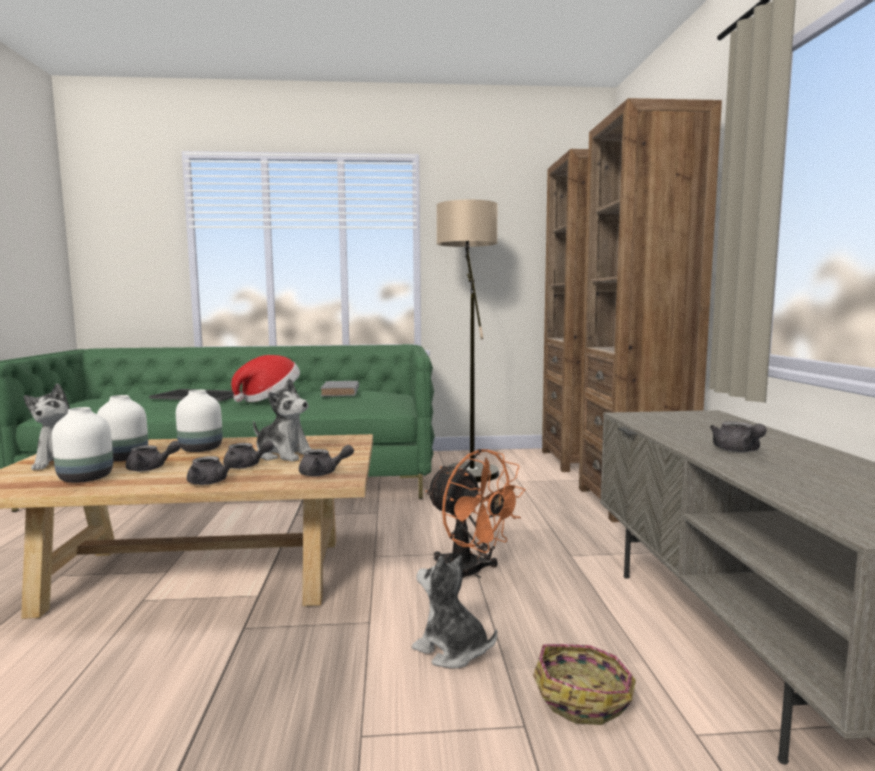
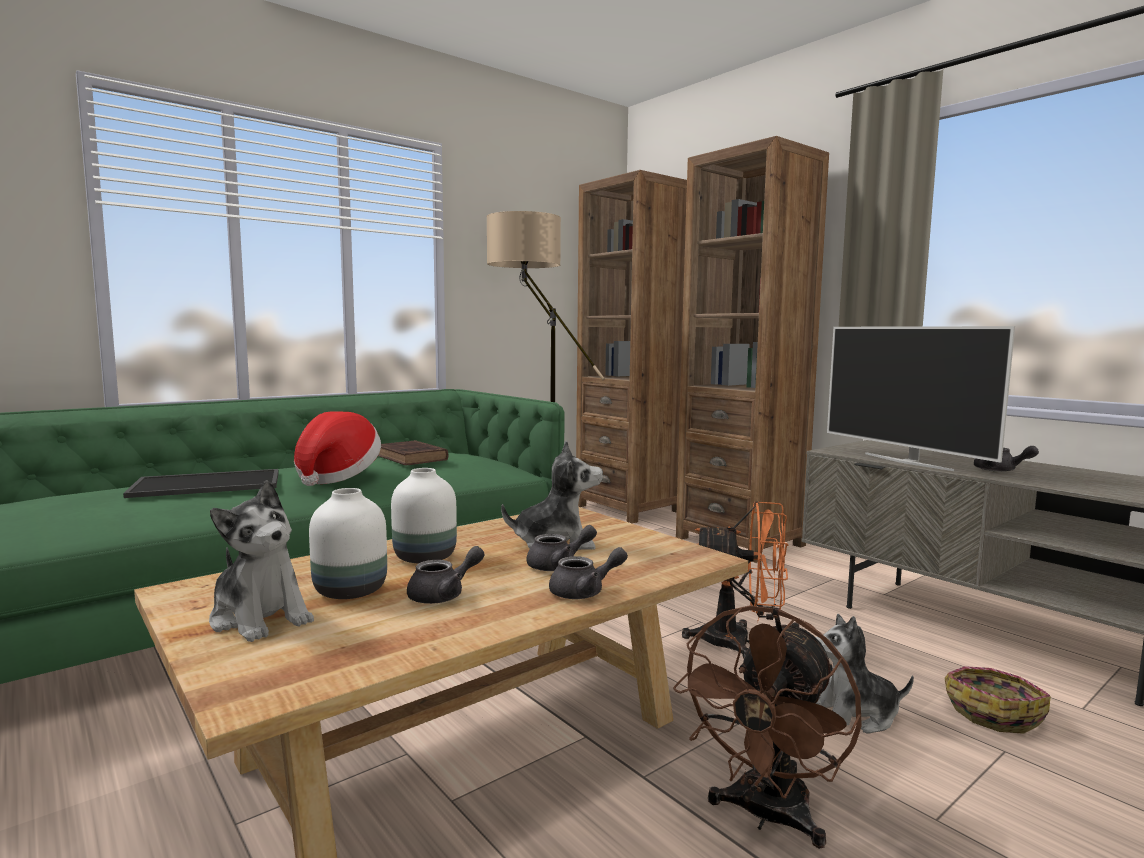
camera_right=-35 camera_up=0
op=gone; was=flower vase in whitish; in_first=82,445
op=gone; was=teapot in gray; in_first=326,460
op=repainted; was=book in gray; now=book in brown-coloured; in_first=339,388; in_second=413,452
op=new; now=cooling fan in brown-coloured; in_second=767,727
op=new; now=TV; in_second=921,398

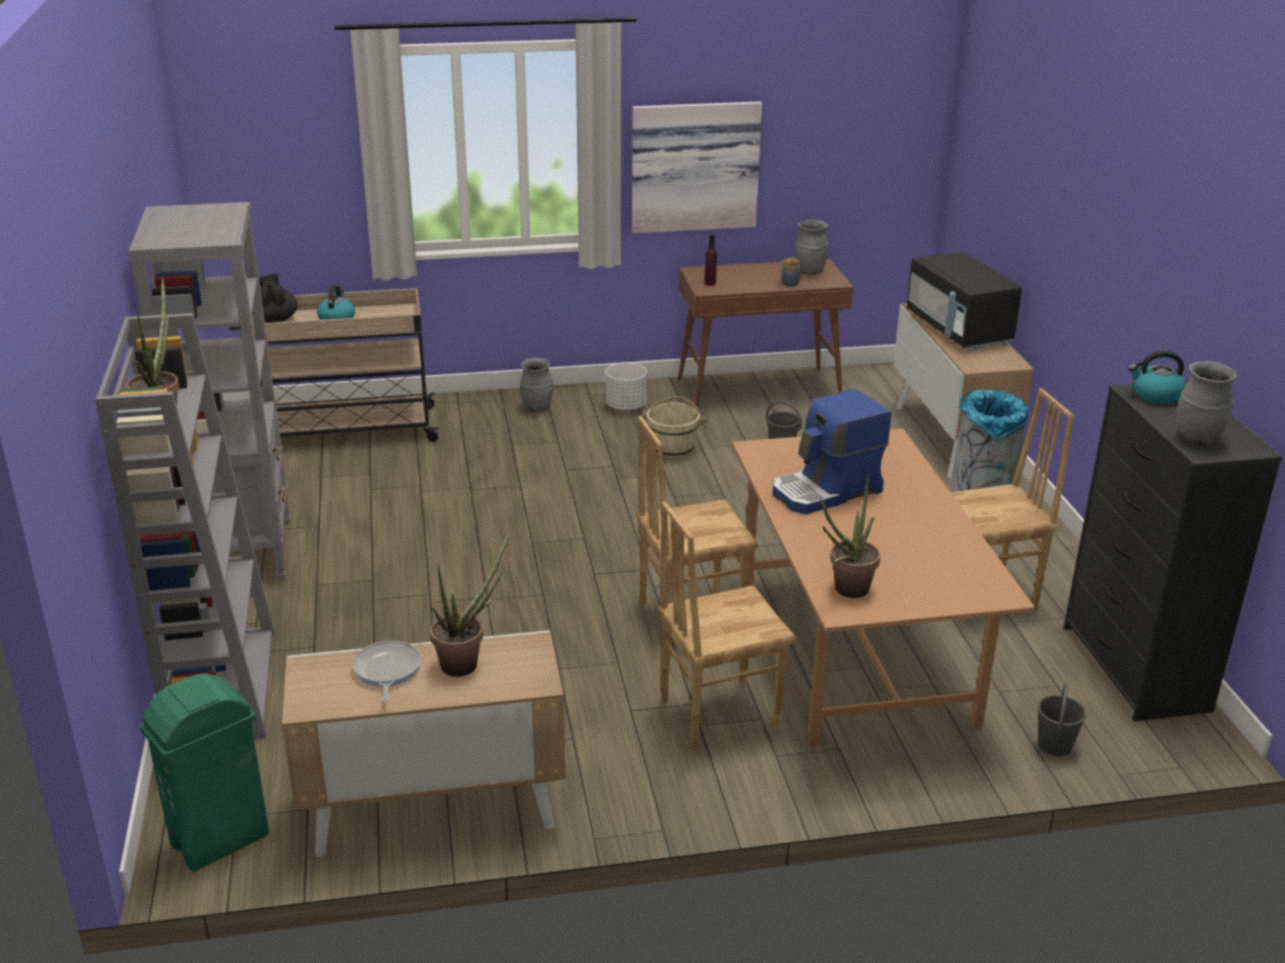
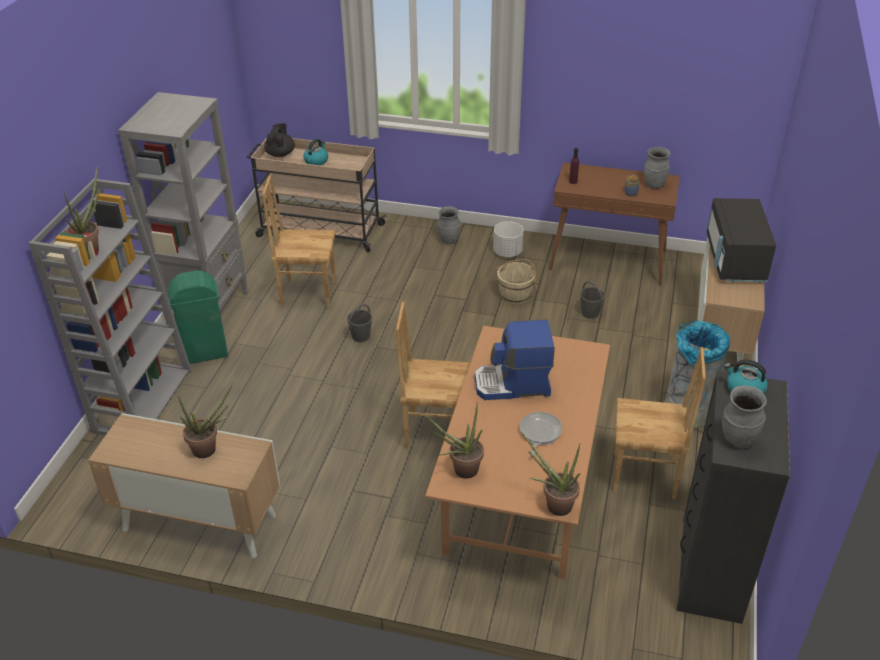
camera_right=25 camera_up=10
op=shifted; was=waste bin in green-coloured; in_first=204,772; in_second=198,317
op=shifted; was=frying pan; in_first=386,671; in_second=541,434
op=gone; was=wall picture; in_first=697,167
op=shifted; was=upright chair in brown-coloured; in_first=727,626; in_second=299,241
op=shifted; was=pail in gray; in_first=1062,719; in_second=359,323
op=new; now=houseplant; in_second=550,474

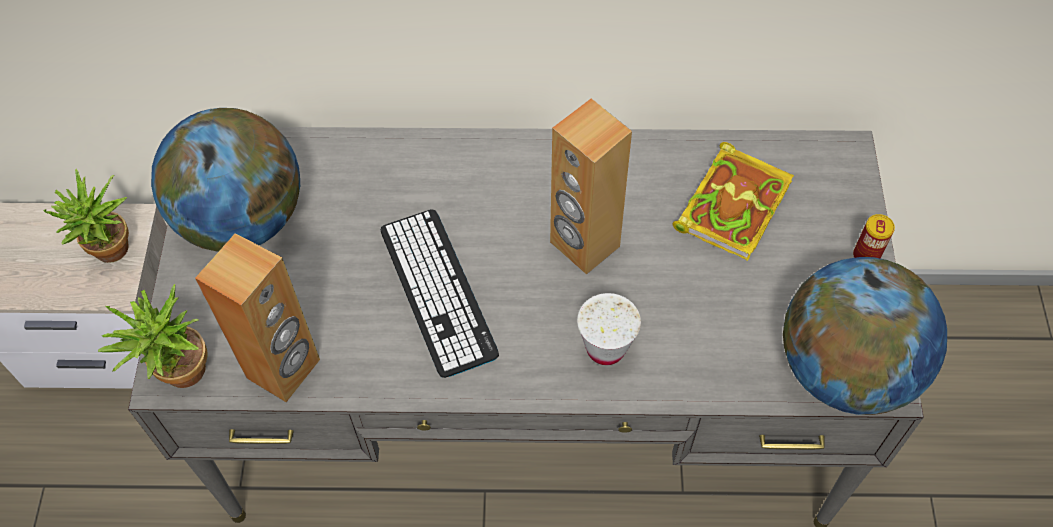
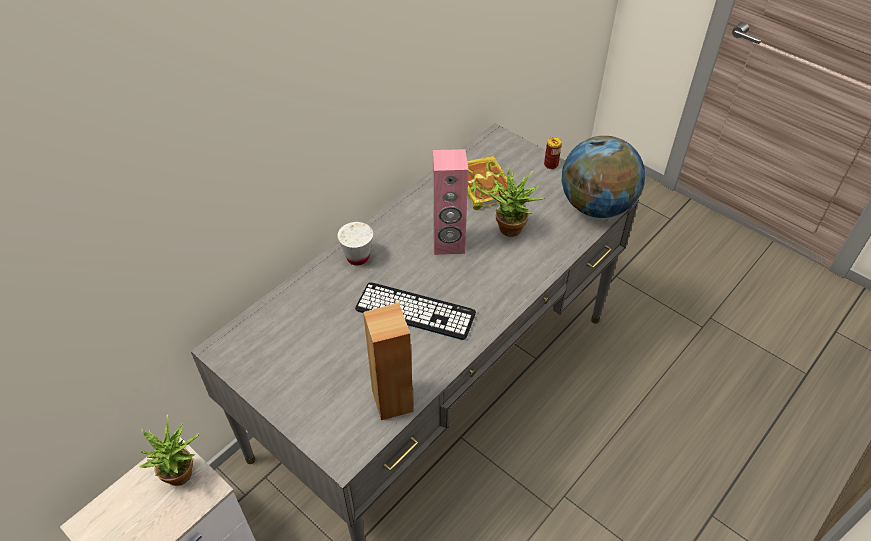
camera_right=-50 camera_up=-10
op=shifted; was=houseplant; in_first=152,336; in_second=517,202
op=gone; was=desk globe; in_first=225,180
op=repainted; was=audio speaker in brown-coloured; now=audio speaker in pinkish; in_first=591,186; in_second=451,202
op=shifted; was=small cup in whitish; in_first=609,329; in_second=355,243

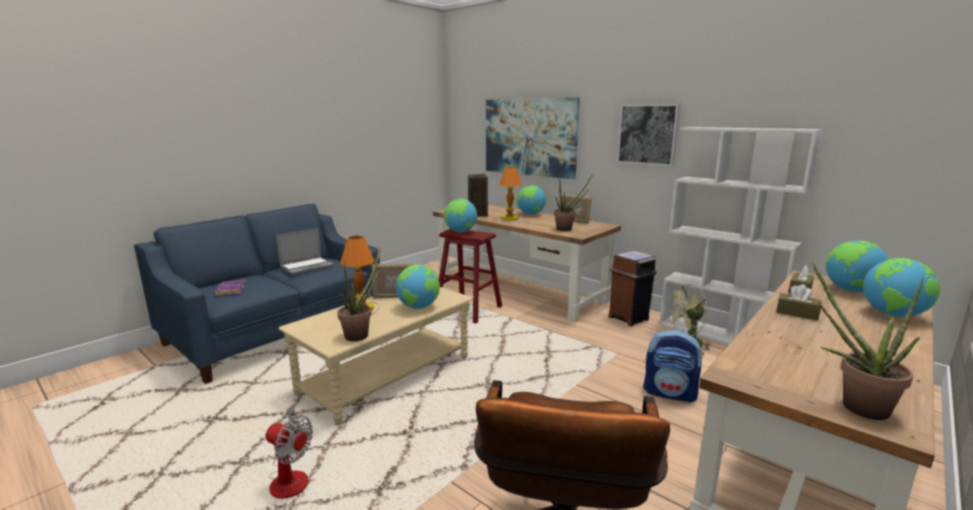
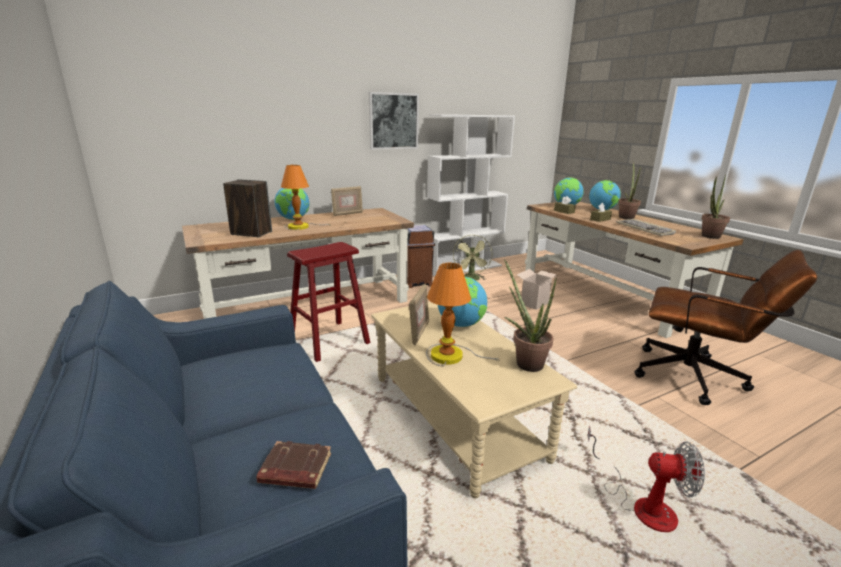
camera_right=-70 camera_up=5
op=repainted; was=book in purplish; now=book in brown-coloured; in_first=230,287; in_second=293,465
op=rotated; was=cooling fan; in_first=289,452; in_second=646,478; clockwise=60
op=gone; was=portable computer; in_first=305,251
op=gone; was=desk globe; in_first=460,215
op=gone; was=wall picture; in_first=533,138
op=shifted; was=houseplant; in_first=573,202; in_second=629,190
op=swapped; was=rucksack; now=packing box; in_first=673,366; in_second=538,289
op=new; now=computer keyboard; in_second=646,227

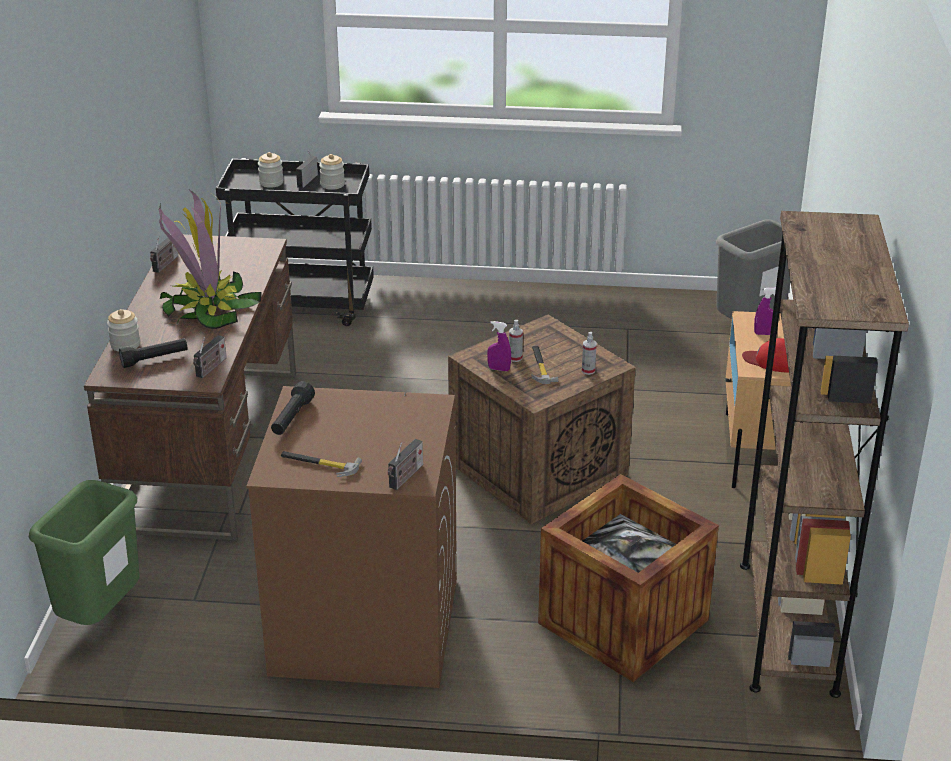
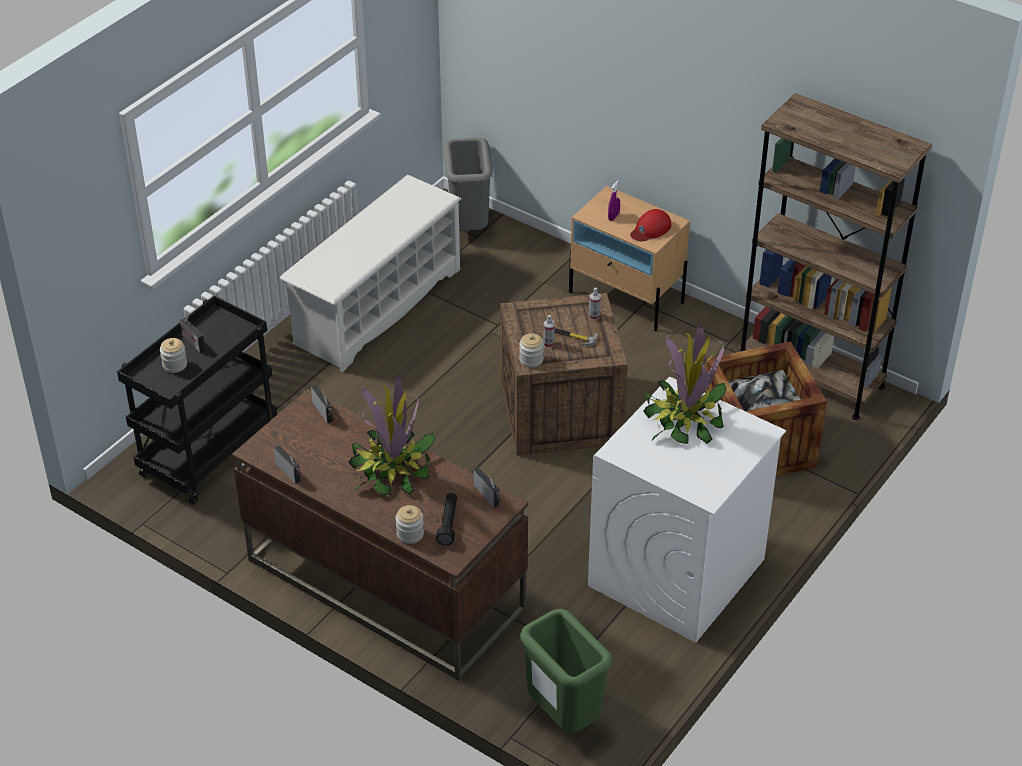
camera_right=-60 camera_up=10
op=repainted; was=laundry appliance in brown-coloured; now=laundry appliance in whitish; in_first=351,537; in_second=687,510
op=gone; was=torch in black; in_first=293,408
op=gone; was=tool hammer; in_first=321,464
op=shifted; was=storage jar; in_first=332,172; in_second=531,350
op=shifted; was=radio set; in_first=405,464; in_second=322,404
op=gone; was=hand sprayer in purplish; in_first=499,346
op=new; now=shoe rack in whitish; in_second=371,273
op=new; now=houseplant; in_second=685,383

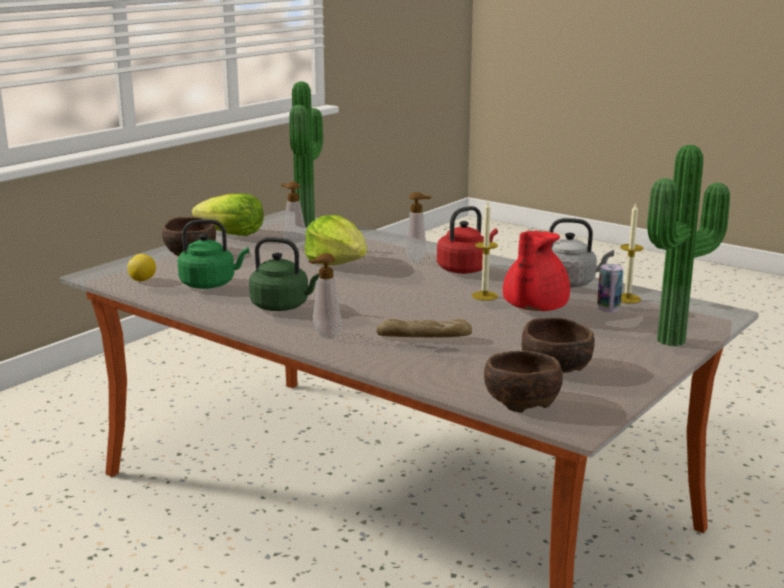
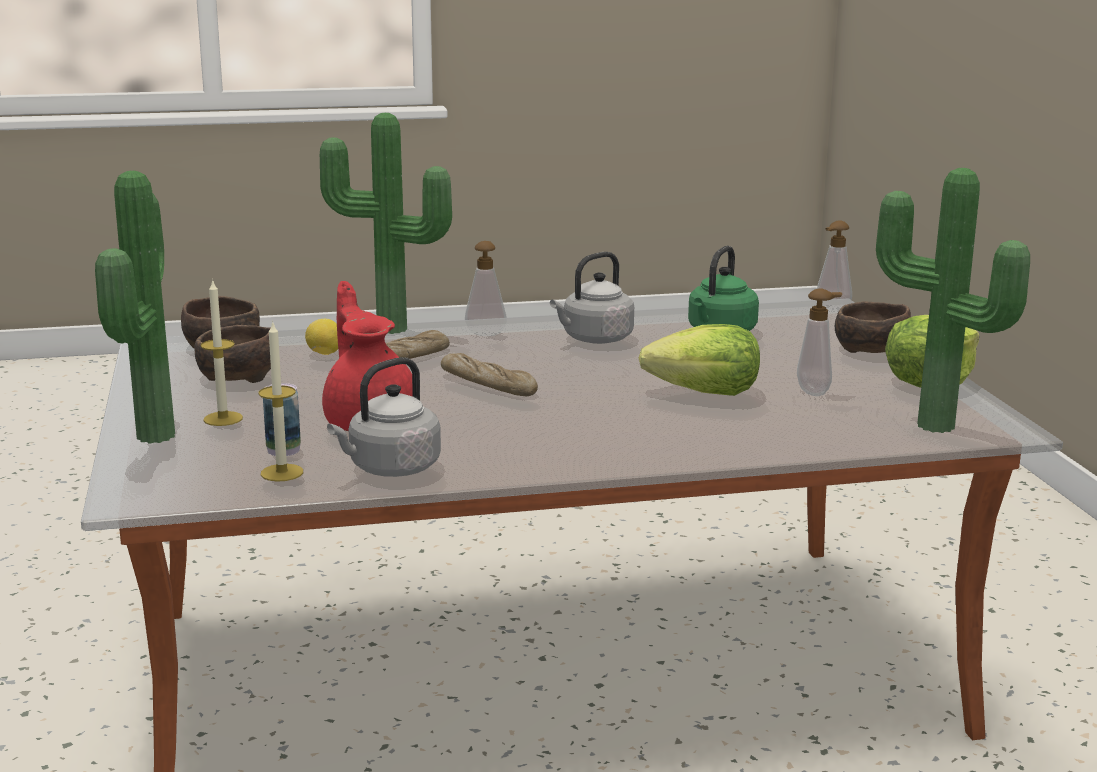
camera_right=130 camera_up=0
op=shifted; was=whole lemon; in_first=141,267; in_second=321,337
op=repainted; was=kettle in green-coloured; now=kettle in gray; in_first=284,274; in_second=592,298
op=shifted; was=soap dispenser; in_first=419,227; in_second=834,265
op=gone; was=kettle in reddish; in_first=467,240
op=shifted; was=candle; in_first=485,251; in_second=221,352
op=new; now=houseplant; in_second=386,223
op=new; now=baked bread; in_second=489,374

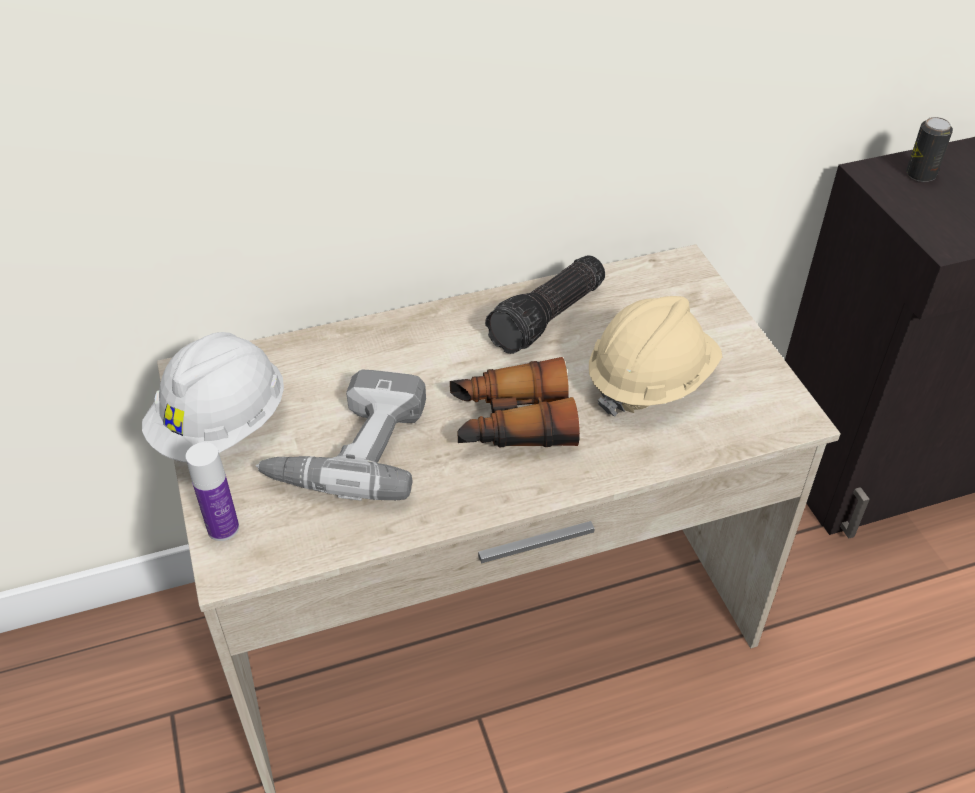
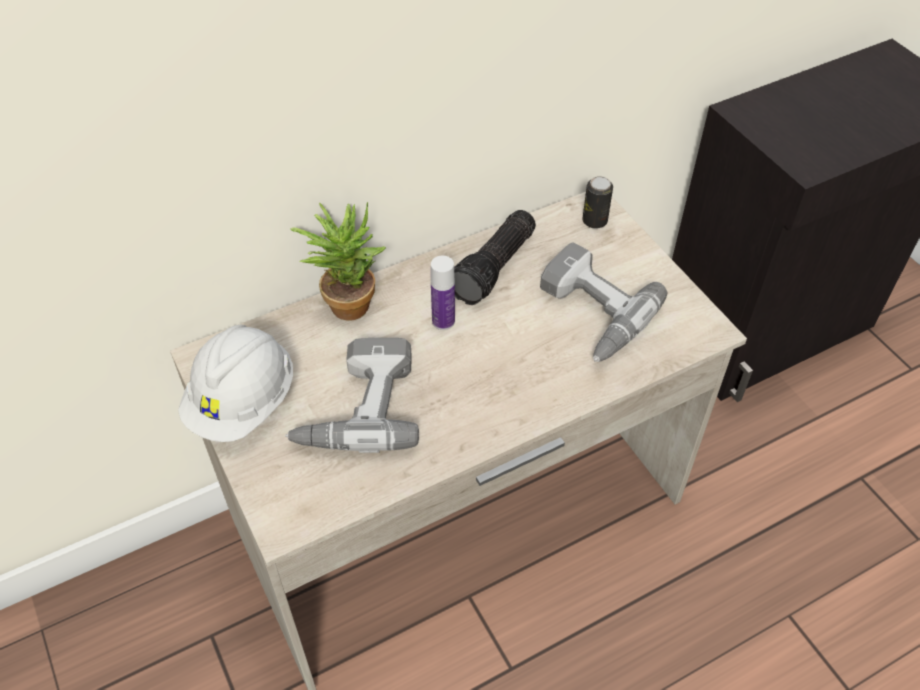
camera_right=-10 camera_up=5
op=shifted; was=bottle; in_first=212,491; in_second=443,293
op=gone; was=pair of binoculars; in_first=515,402
op=swapped; was=work helmet in beige; now=drill; in_first=656,356; in_second=603,302
op=shifted; was=sealed can; in_first=929,149; in_second=597,202
op=new; now=houseplant; in_second=338,261

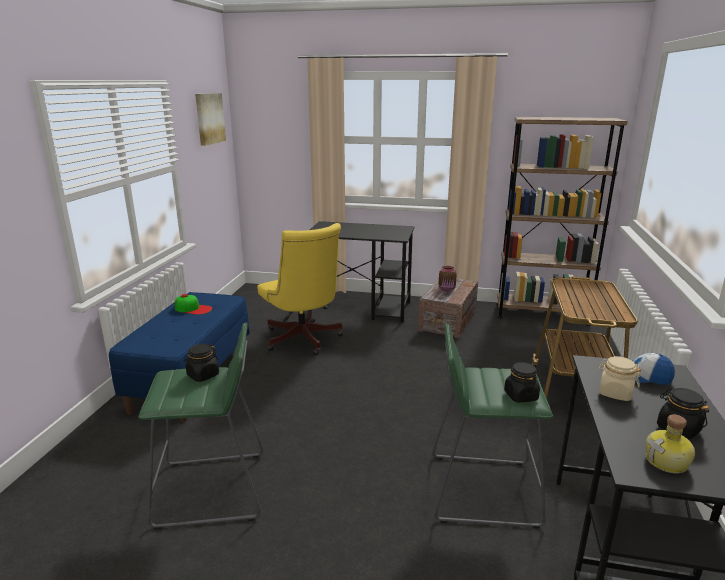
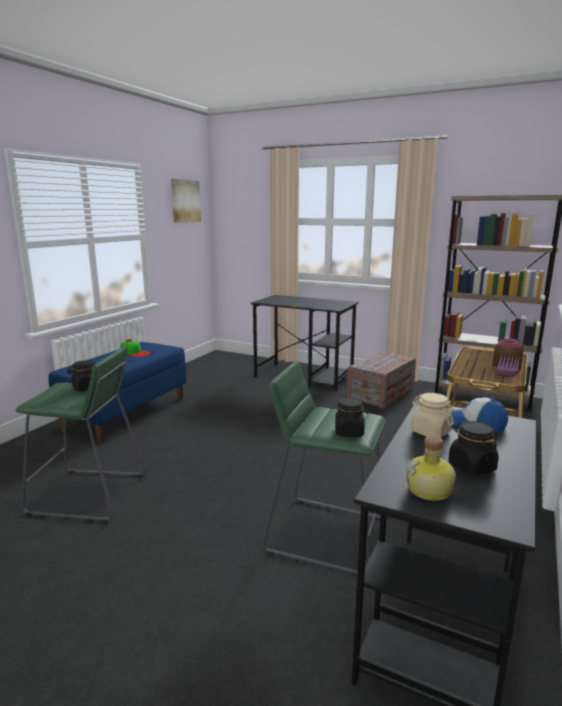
camera_right=15 camera_up=-5
op=gone; was=desk chair in yellow; in_first=300,289
op=shifted; was=storage jar in brown-coloured; in_first=447,278; in_second=507,357

